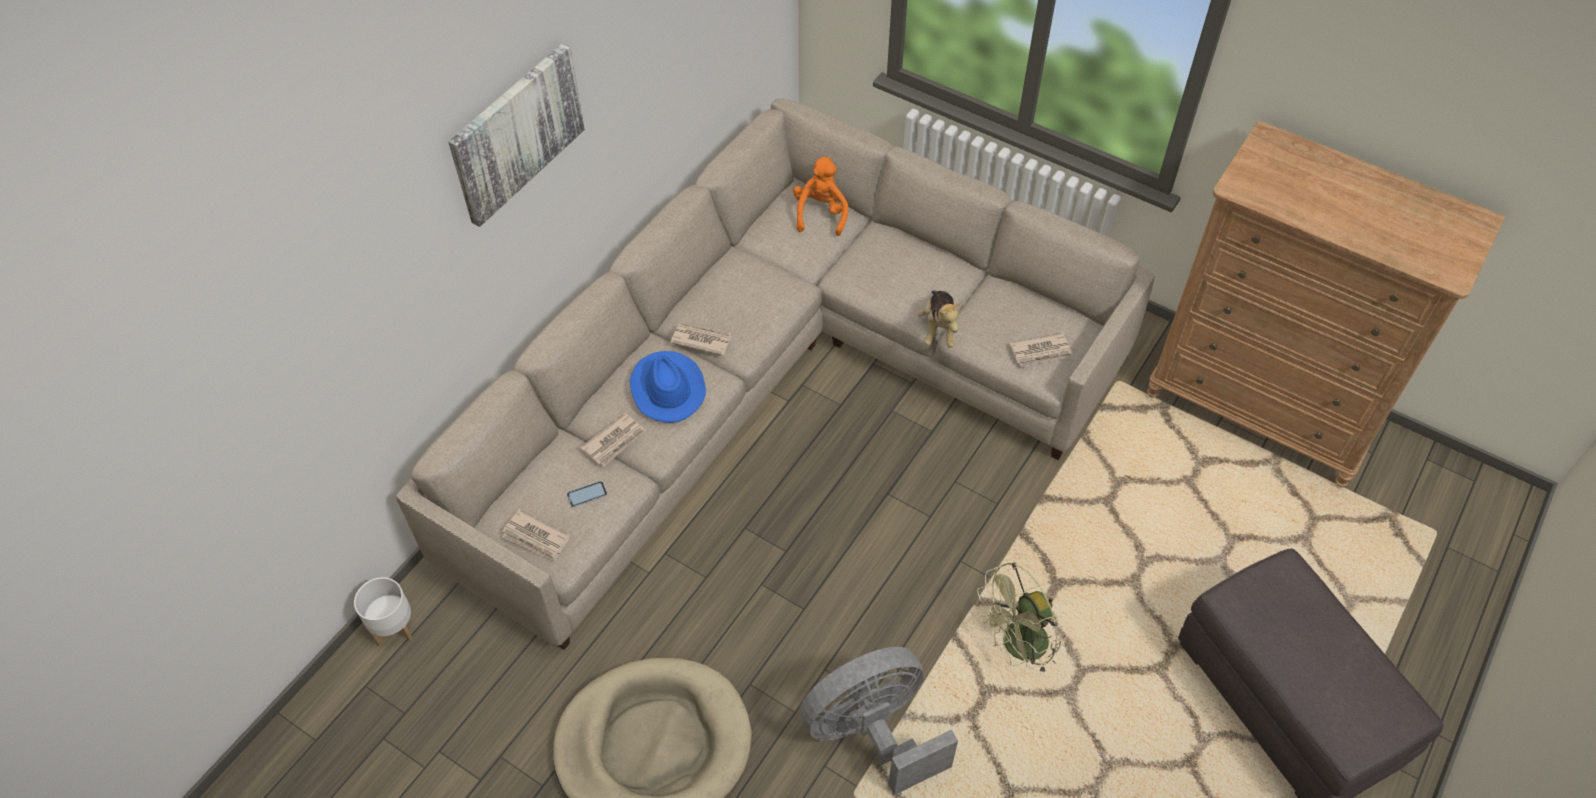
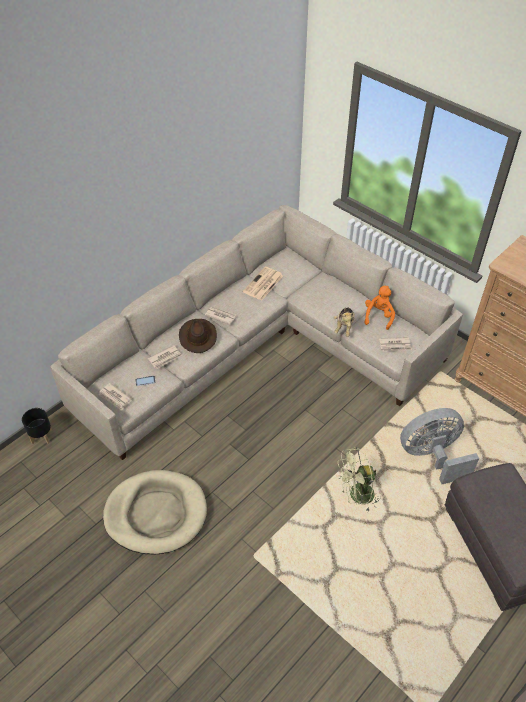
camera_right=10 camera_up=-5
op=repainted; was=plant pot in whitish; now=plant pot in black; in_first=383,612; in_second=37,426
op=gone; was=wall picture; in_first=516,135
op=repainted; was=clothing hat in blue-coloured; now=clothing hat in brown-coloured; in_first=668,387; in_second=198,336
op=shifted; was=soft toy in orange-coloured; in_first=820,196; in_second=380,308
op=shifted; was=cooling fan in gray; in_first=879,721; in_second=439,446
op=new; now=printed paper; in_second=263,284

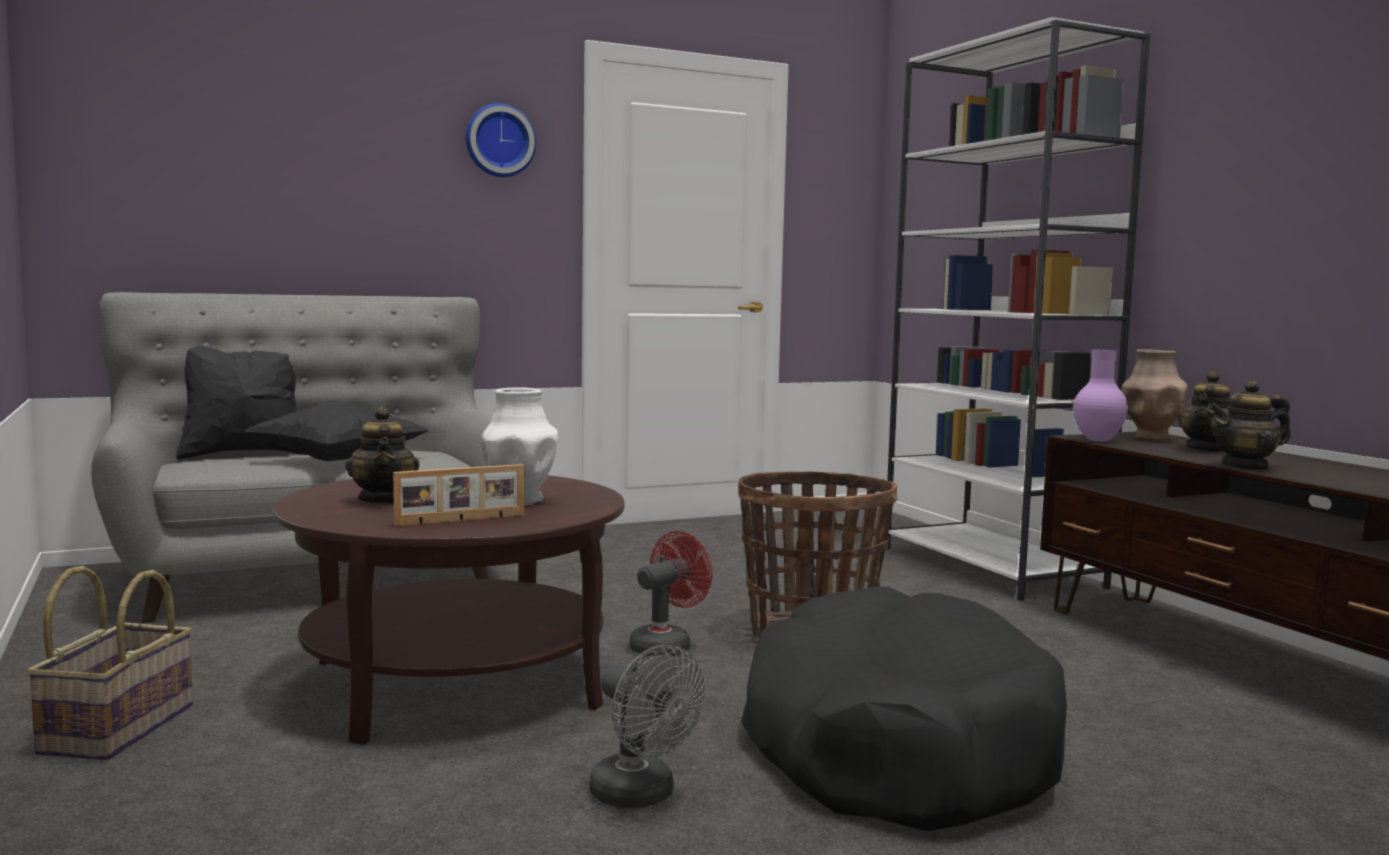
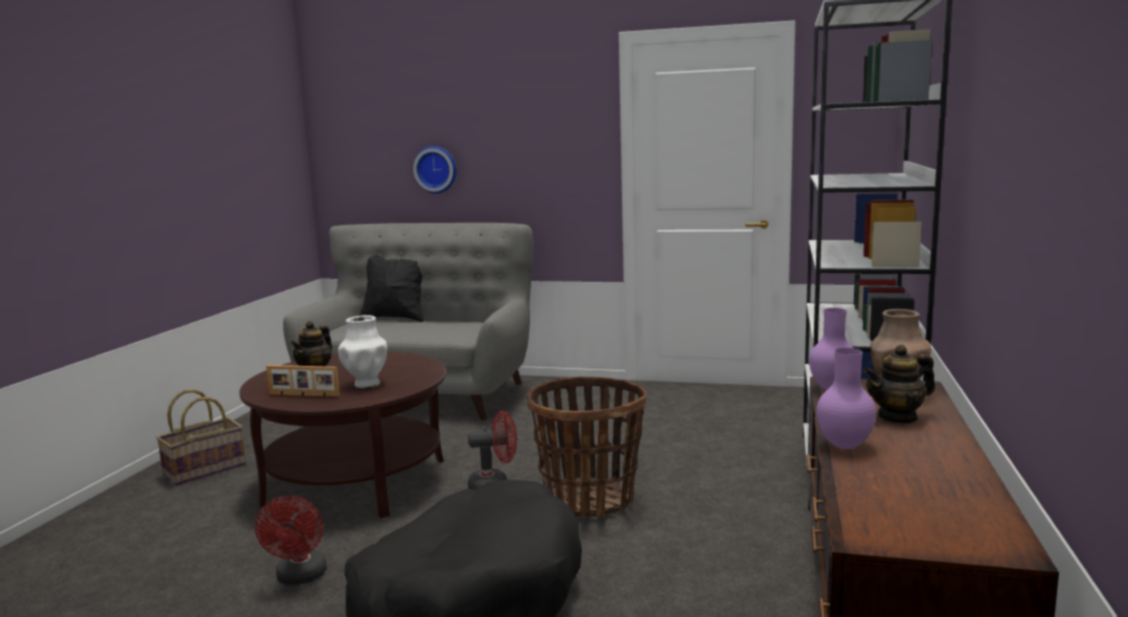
camera_right=40 camera_up=5
op=gone; was=throw pillow in black; in_first=337,430
op=shifted; was=wall clock; in_first=501,140; in_second=435,169
op=repainted; was=cooling fan in gray; now=cooling fan in reddish; in_first=647,726; in_second=291,540
op=swapped; was=teapot; now=flower vase in purplish; in_first=1249,425; in_second=846,398

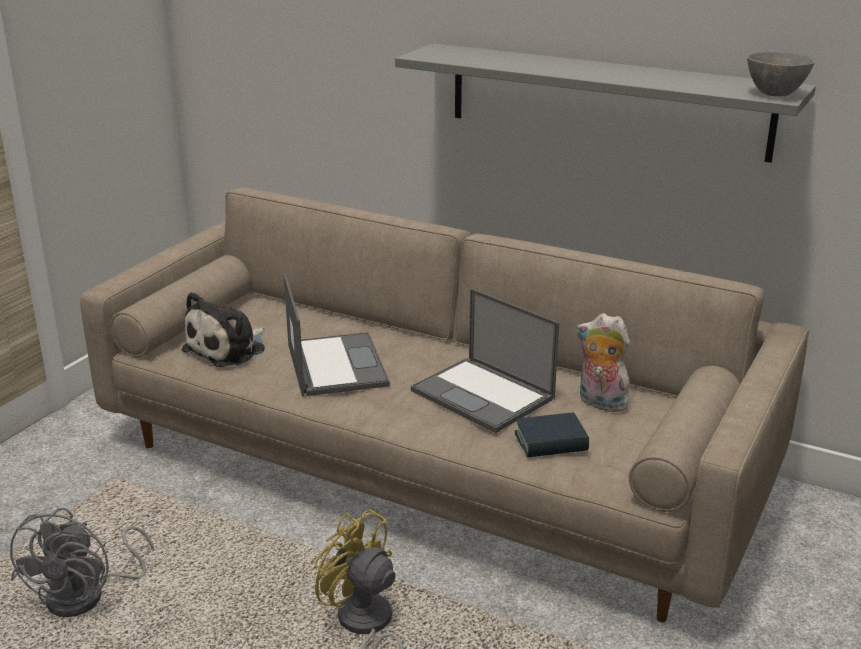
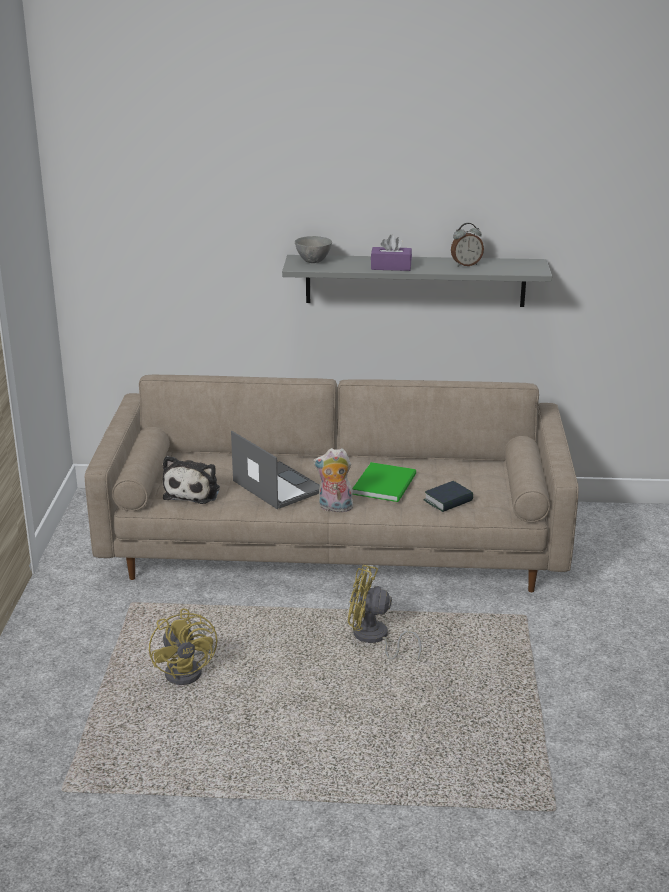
camera_right=-25 camera_up=0
op=repainted; was=cooling fan in gray; now=cooling fan in yellow; in_first=82,562; in_second=183,646
op=swapped; was=portable computer; now=book in green-coloured; in_first=485,360; in_second=384,482
op=shifted; was=soft toy; in_first=603,362; in_second=333,480
op=shifted; was=bowl in gray; in_first=781,74; in_second=313,249
op=new; now=tissue box in purplish; in_second=391,253
op=new; now=alarm clock; in_second=467,244

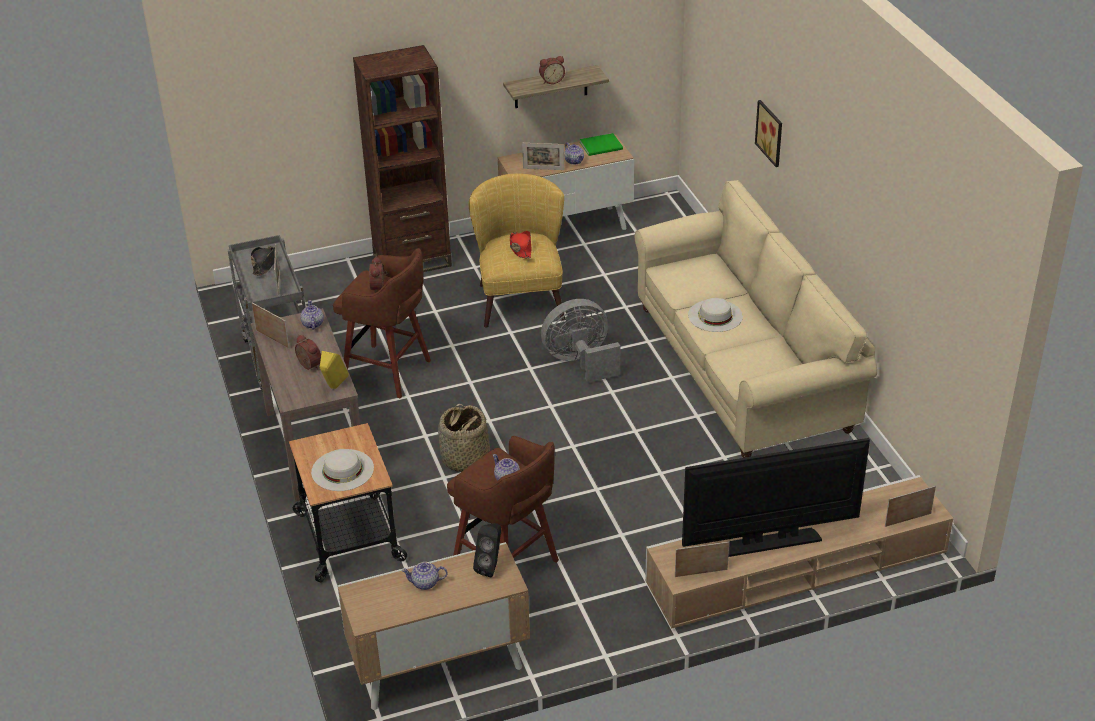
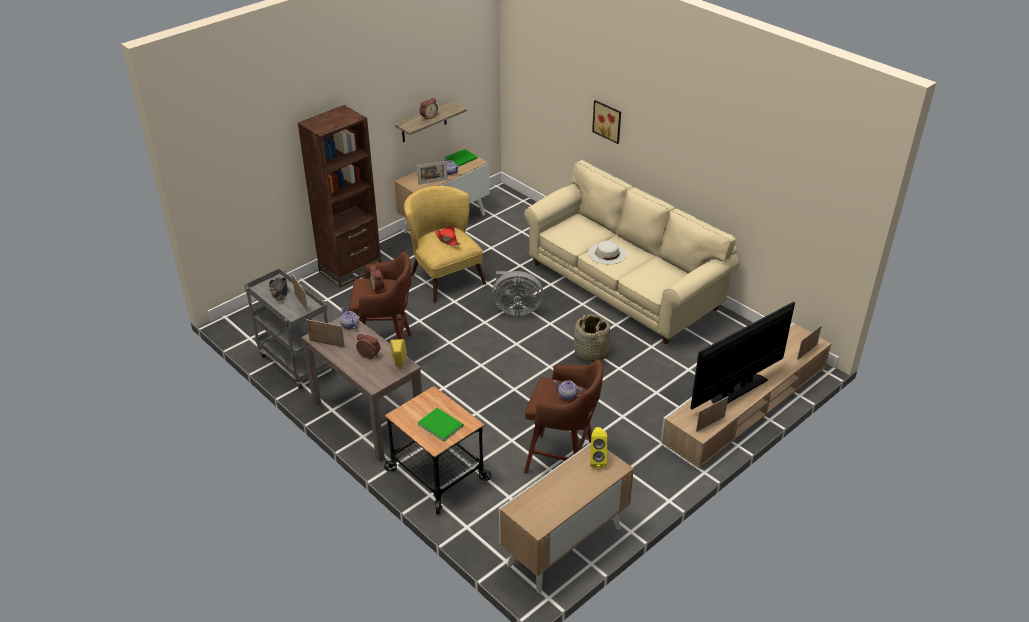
camera_right=-25 camera_up=0
op=swapped; was=clothing hat in whitish; now=book in green-coloured; in_first=342,470; in_second=440,425
op=gone; was=teapot; in_first=424,576
op=shifted; was=storage basket; in_first=464,438; in_second=592,338
op=repainted; was=audio speaker in black; now=audio speaker in yellow; in_first=487,550; in_second=598,447
op=rotated; was=cooling fan in gray; in_first=580,341; in_second=517,293; clockwise=-135

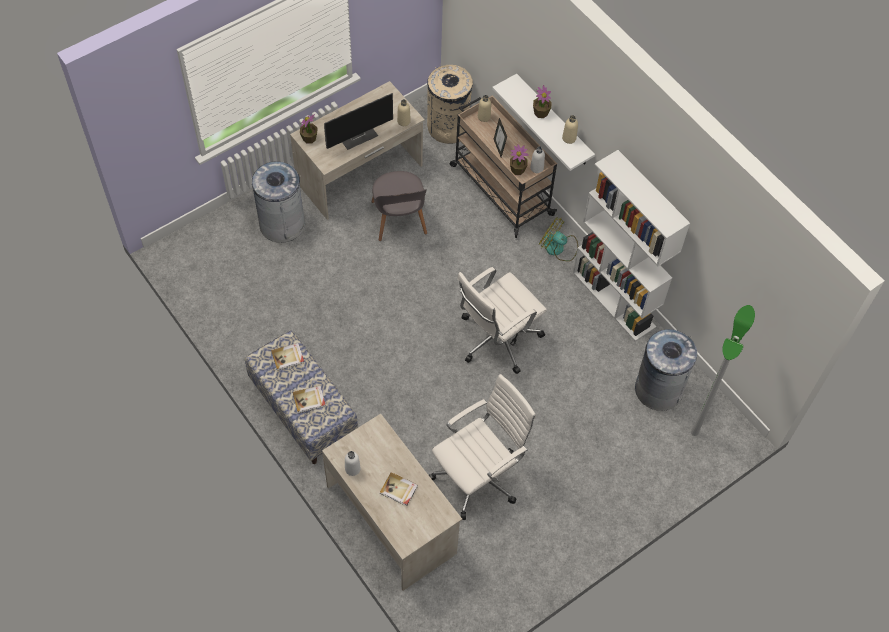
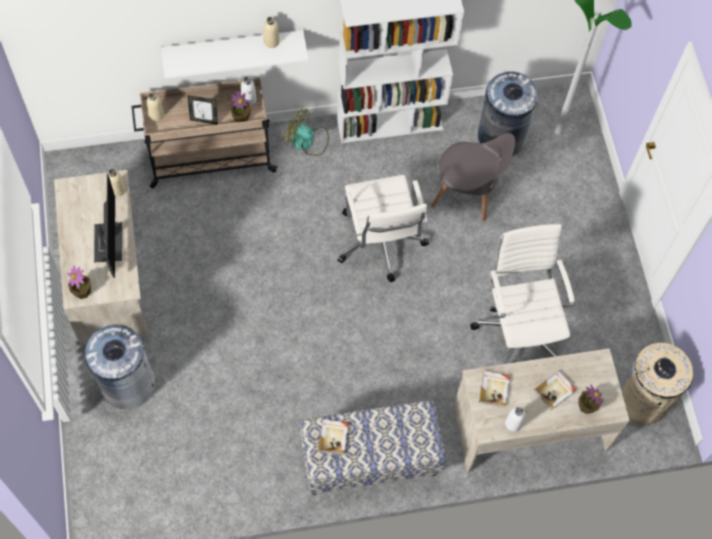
camera_right=-65 camera_up=5
op=shifted; was=book; in_first=309,399; in_second=494,389
op=shifted; was=upright chair in gray; in_first=399,206; in_second=473,177
op=shifted; was=waste bin in beige; in_first=450,104; in_second=656,384
op=shifted; was=houseplant; in_first=542,101; in_second=591,399
op=rotated; was=cooling fan; in_first=558,239; in_second=306,132; clockwise=60

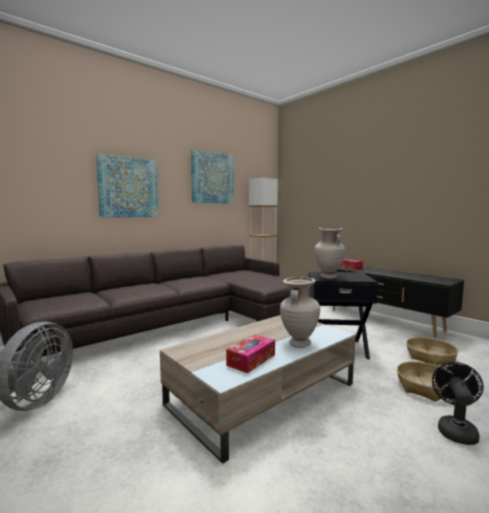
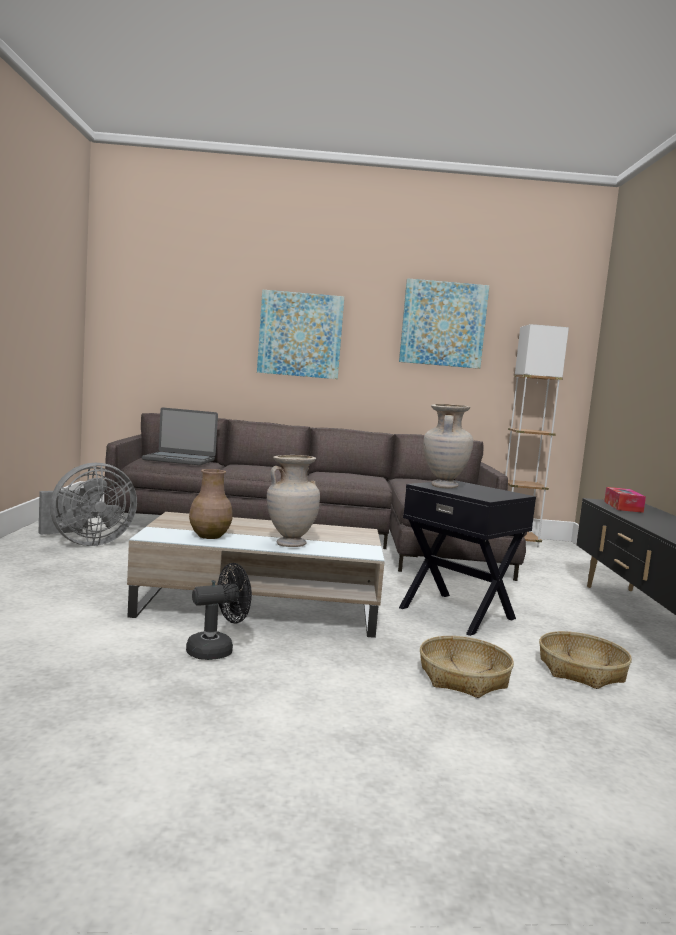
camera_right=40 camera_up=0
op=swapped; was=tissue box; now=flower vase in brown-coloured; in_first=250,354; in_second=210,504
op=shifted; was=cooling fan in black; in_first=457,403; in_second=219,611
op=new; now=portable computer; in_second=180,436

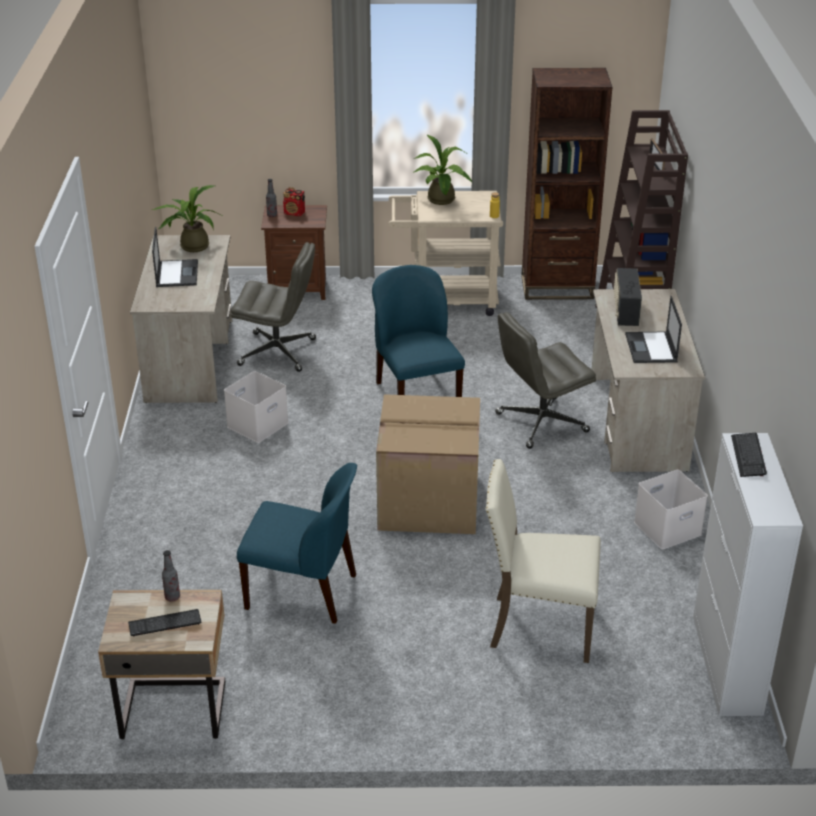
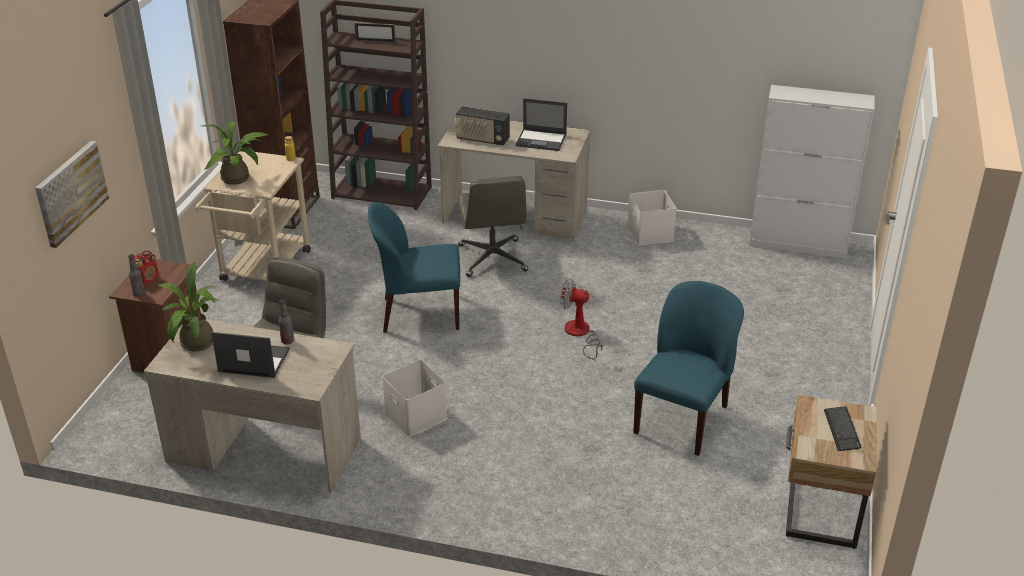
camera_right=-75 camera_up=0
op=shifted; was=bottle; in_first=171,576; in_second=286,321
op=swapped; was=packing box; now=cooling fan; in_first=428,464; in_second=581,319
op=gone; was=upright chair in beige; in_first=543,561
op=gone; was=computer keyboard; in_first=749,455
op=new; now=wall picture; in_second=72,194

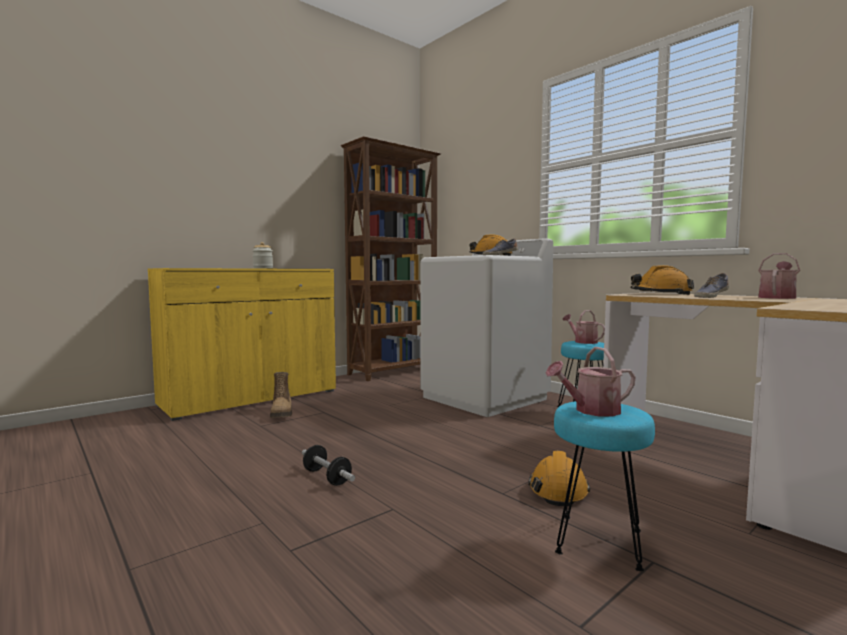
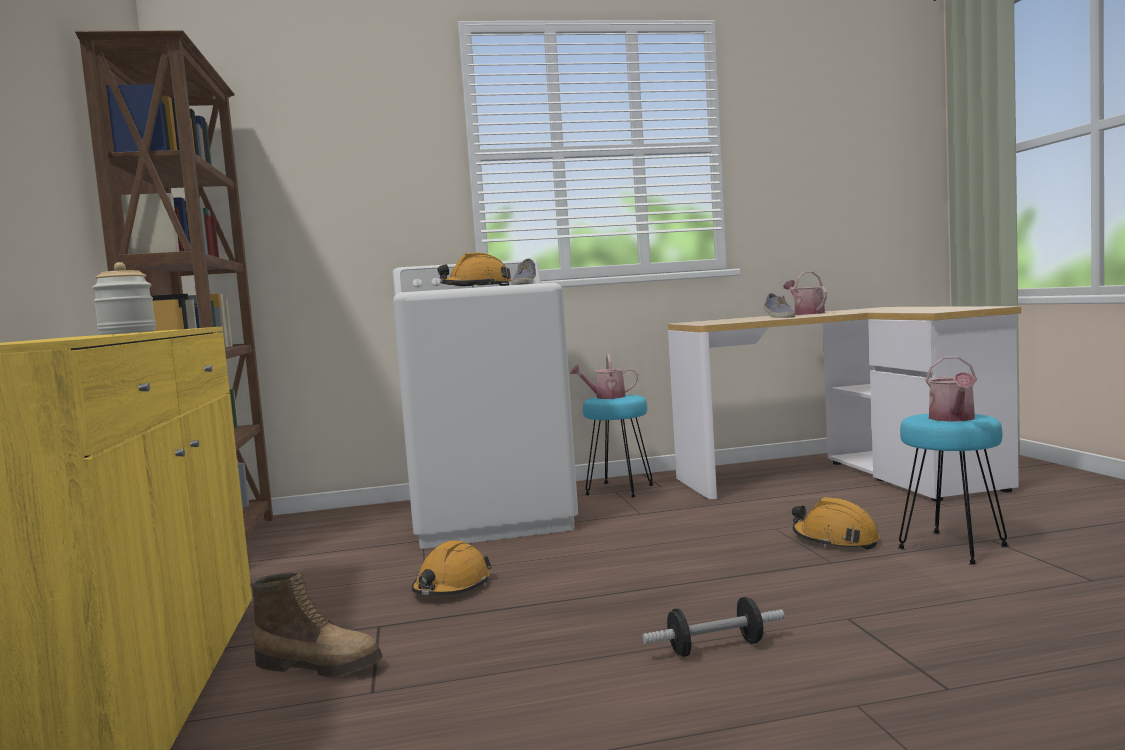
camera_right=-60 camera_up=0
op=shifted; was=work helmet in orange-coloured; in_first=662,280; in_second=451,568

